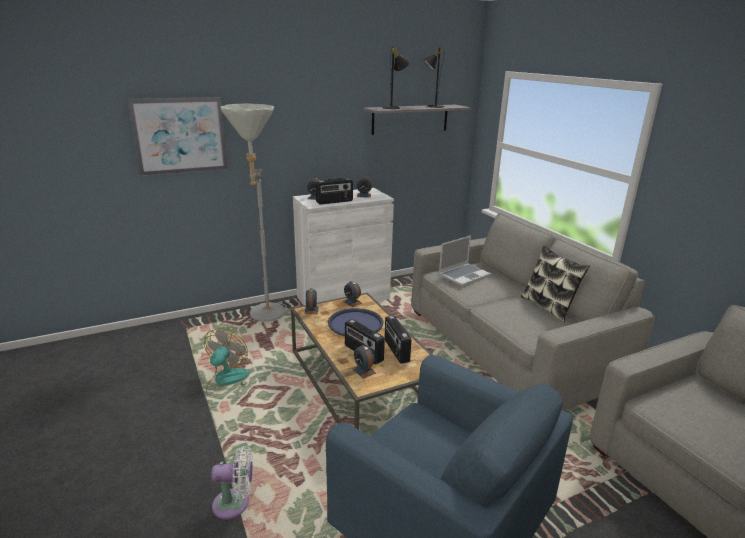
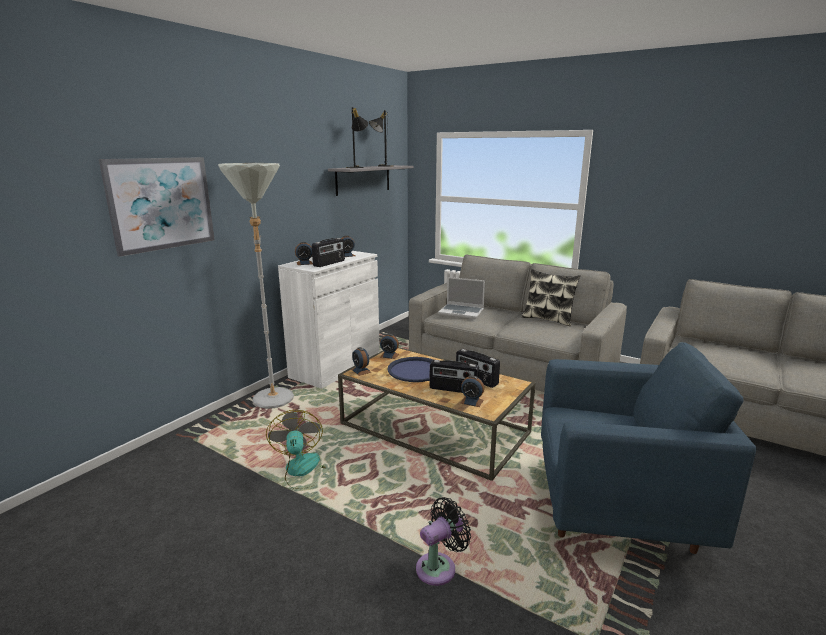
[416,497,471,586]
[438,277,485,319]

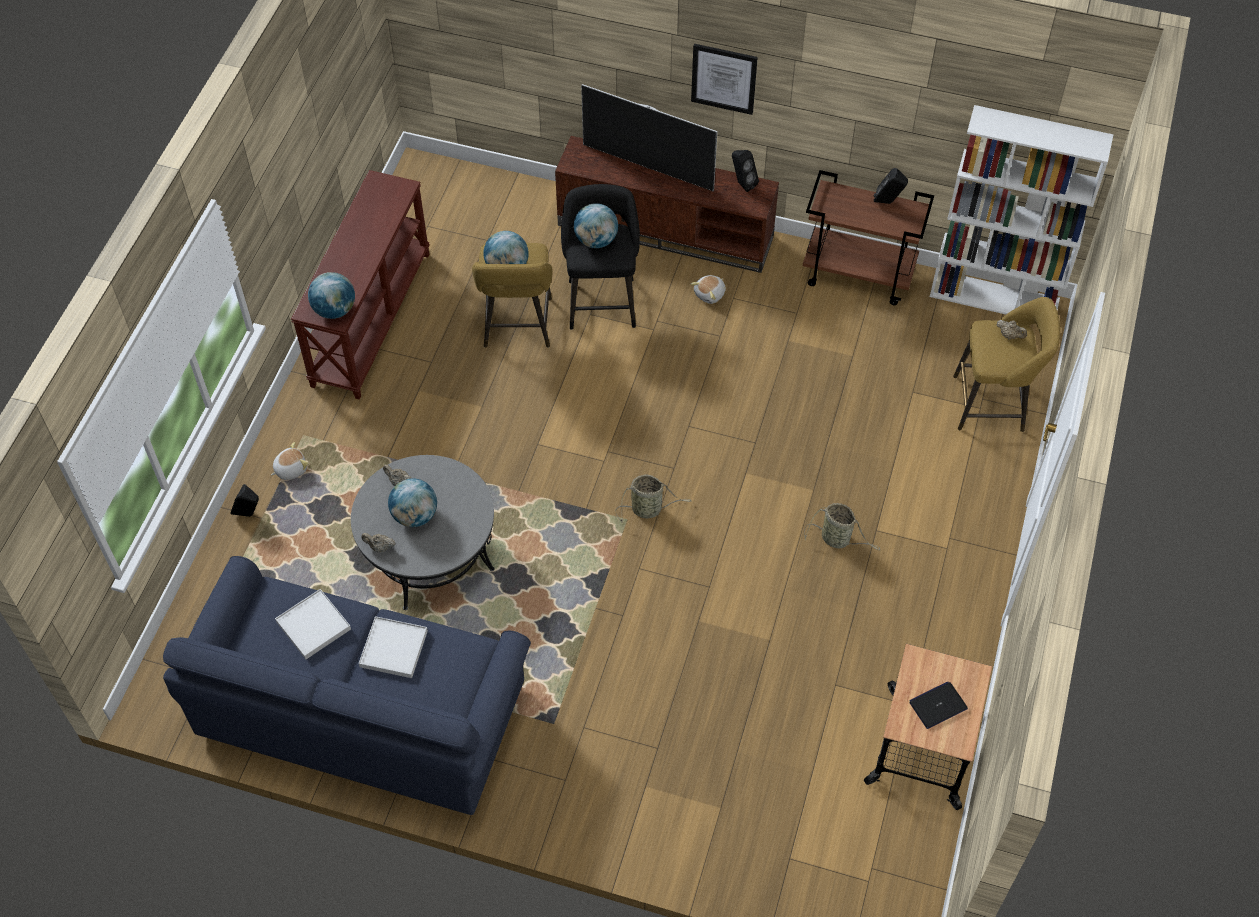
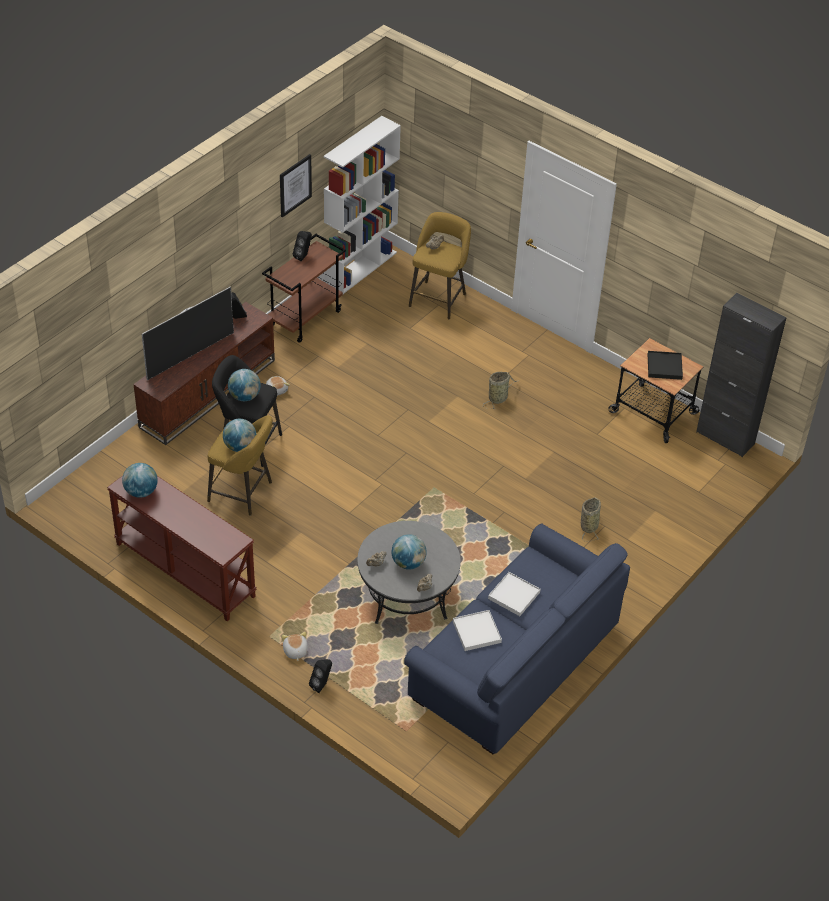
[122,463,158,498]
[280,154,312,218]
[581,497,601,541]
[648,351,683,380]
[696,293,786,457]

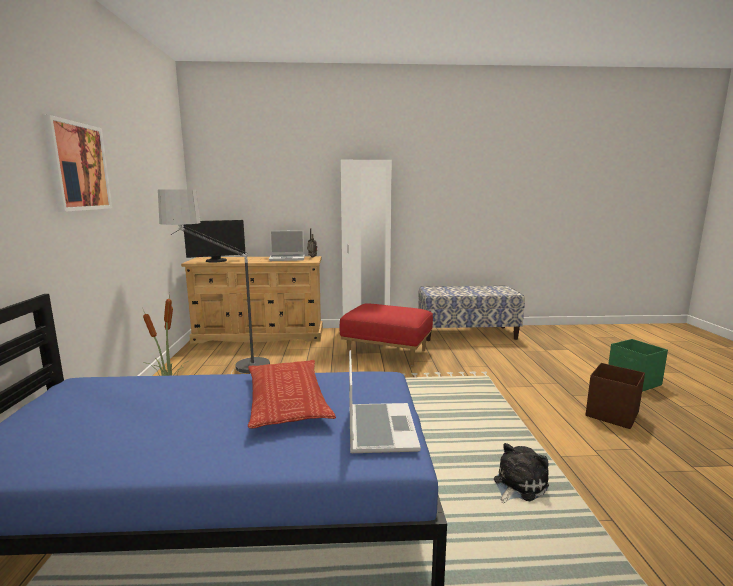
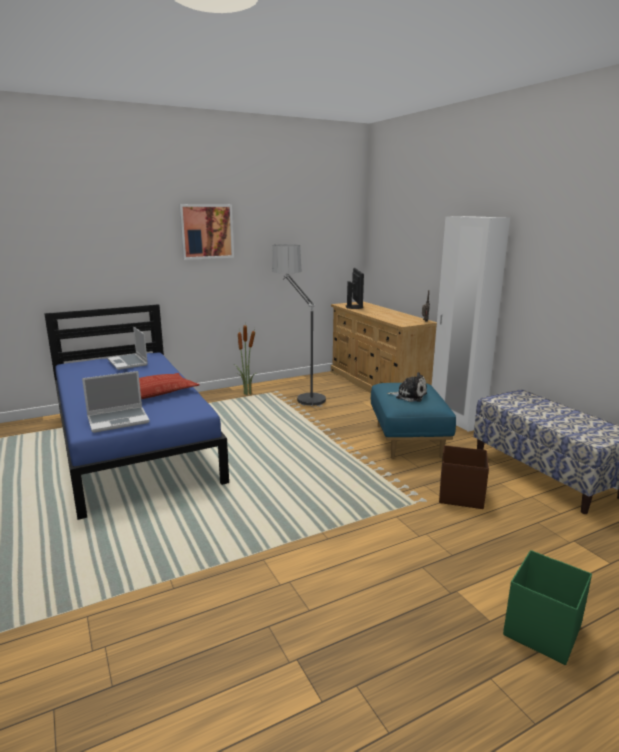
[107,326,148,370]
[346,268,364,309]
[371,383,456,459]
[386,372,427,402]
[439,445,489,509]

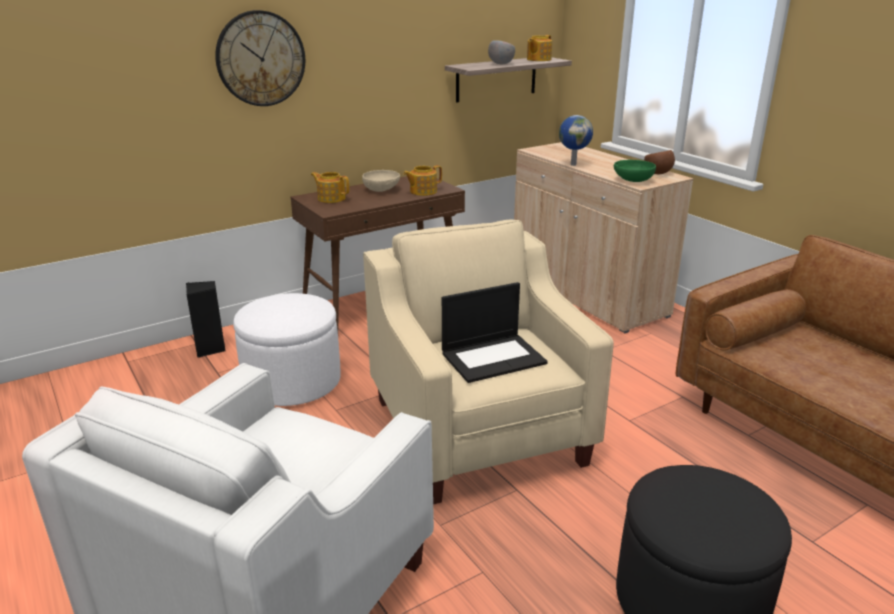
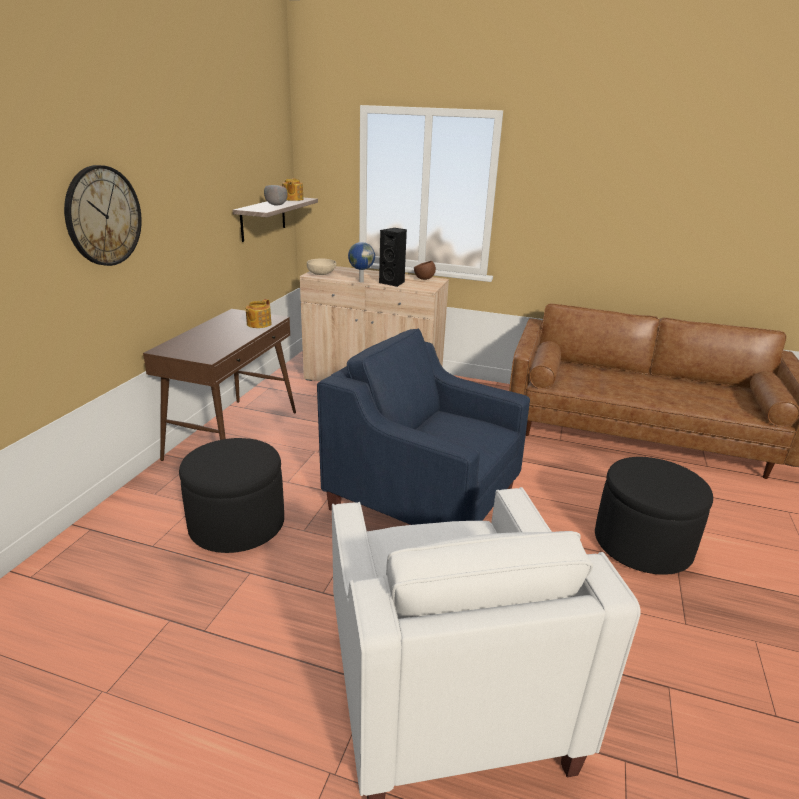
[179,438,284,553]
[307,259,337,275]
[317,328,530,525]
[379,228,407,287]
[311,172,349,203] (first image)
[442,282,548,383] (first image)
[614,160,656,182] (first image)

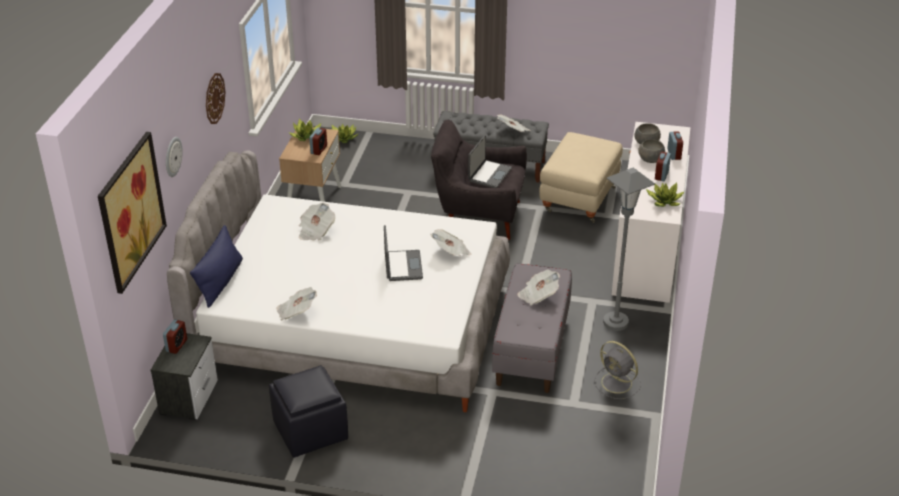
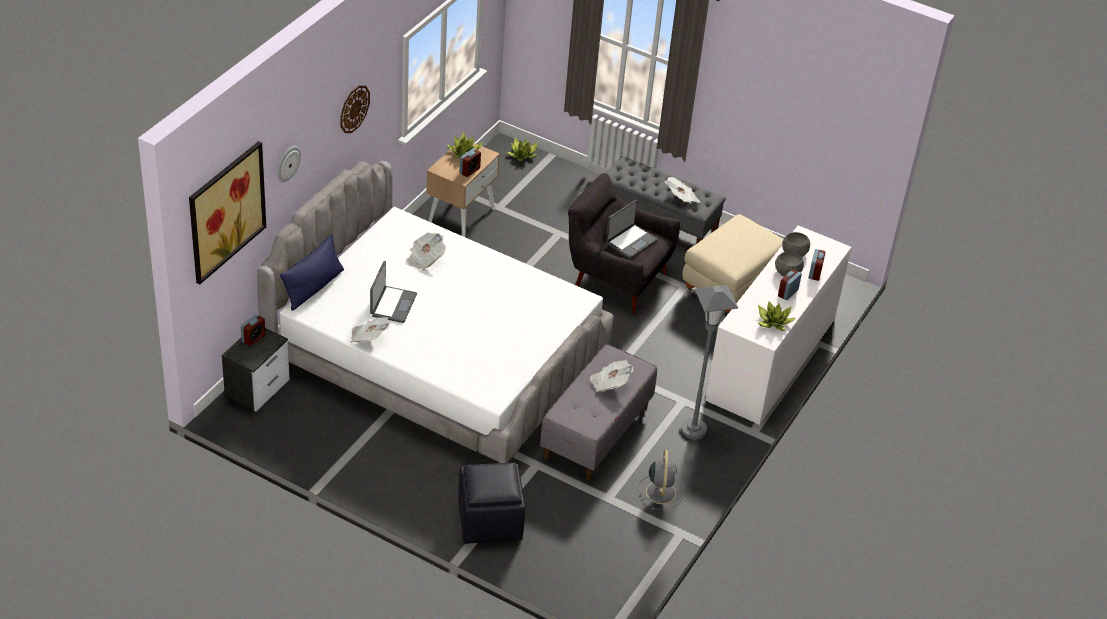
[370,261,417,323]
[458,462,525,544]
[638,450,683,510]
[430,229,471,256] (first image)

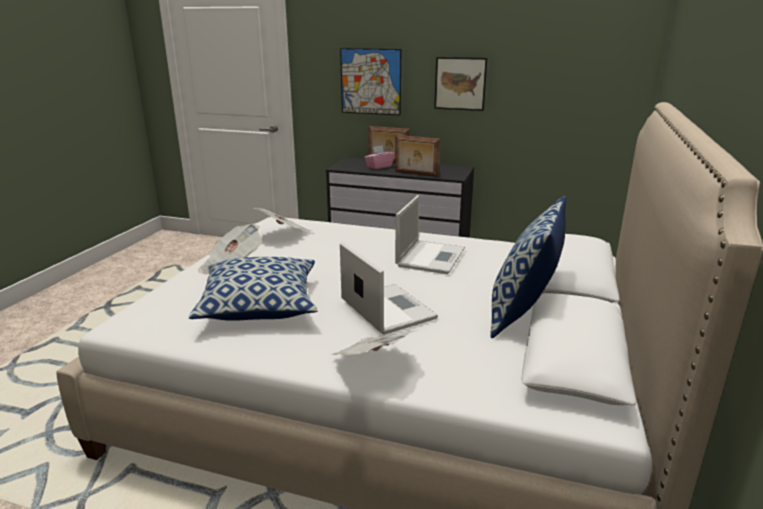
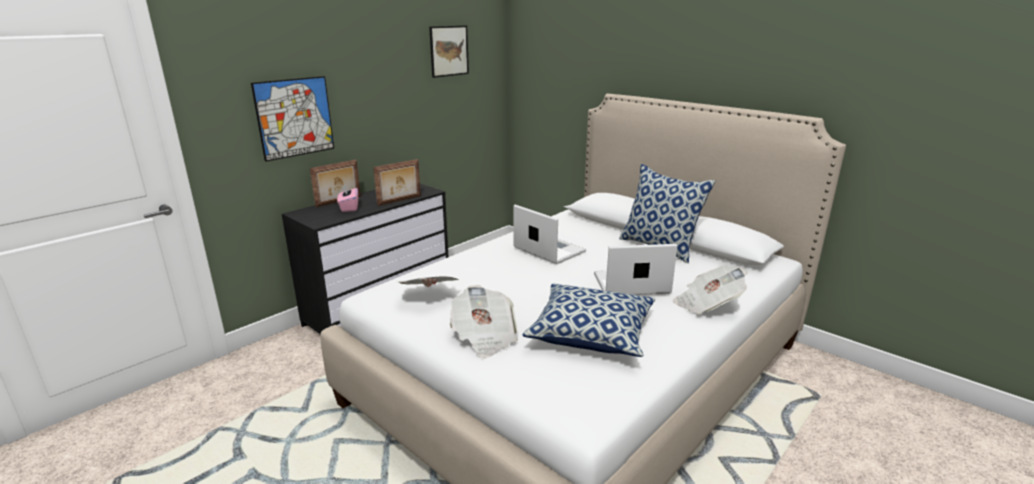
[429,25,469,78]

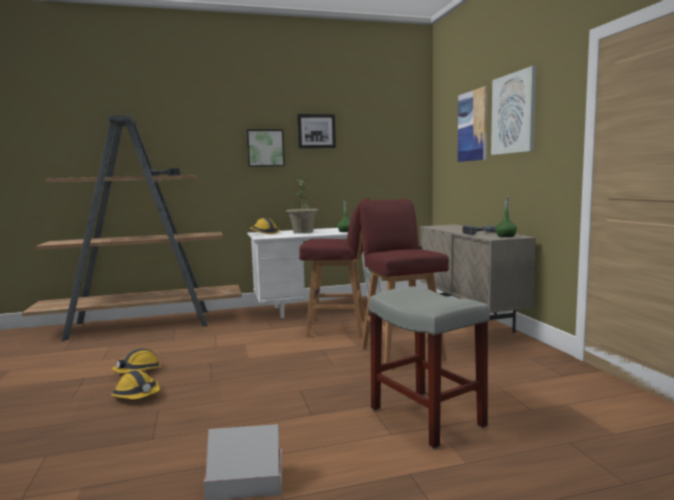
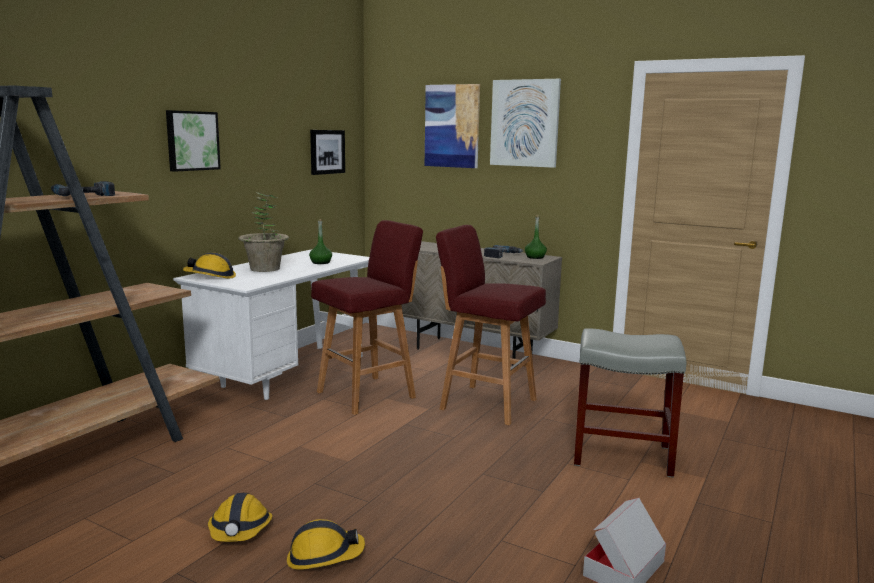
[310,130,345,175]

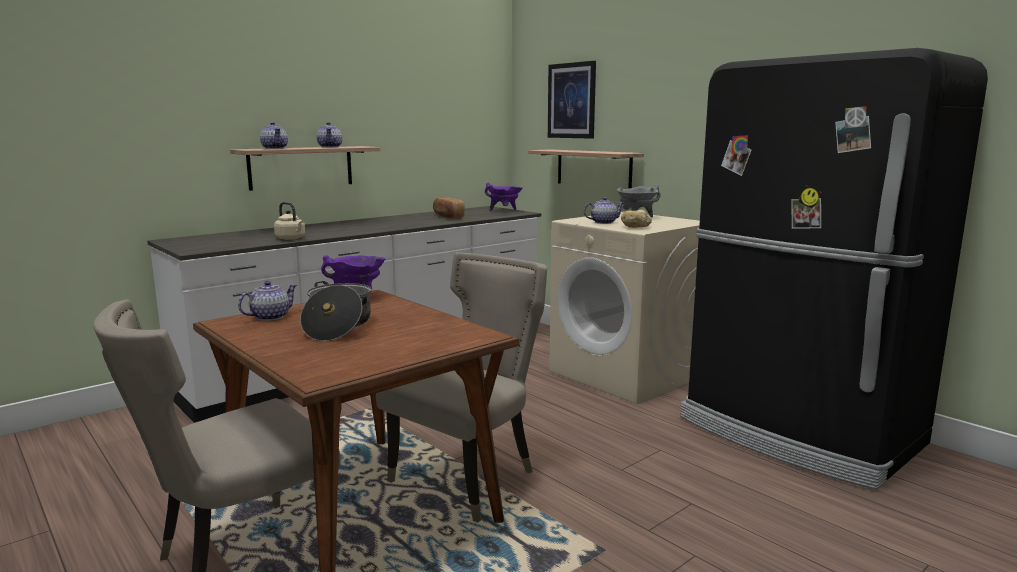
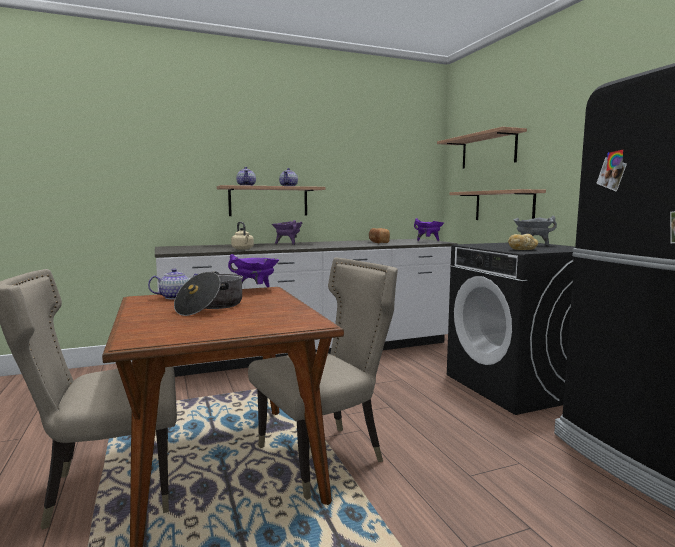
[272,220,303,245]
[437,127,527,169]
[447,243,575,415]
[584,197,624,224] (first image)

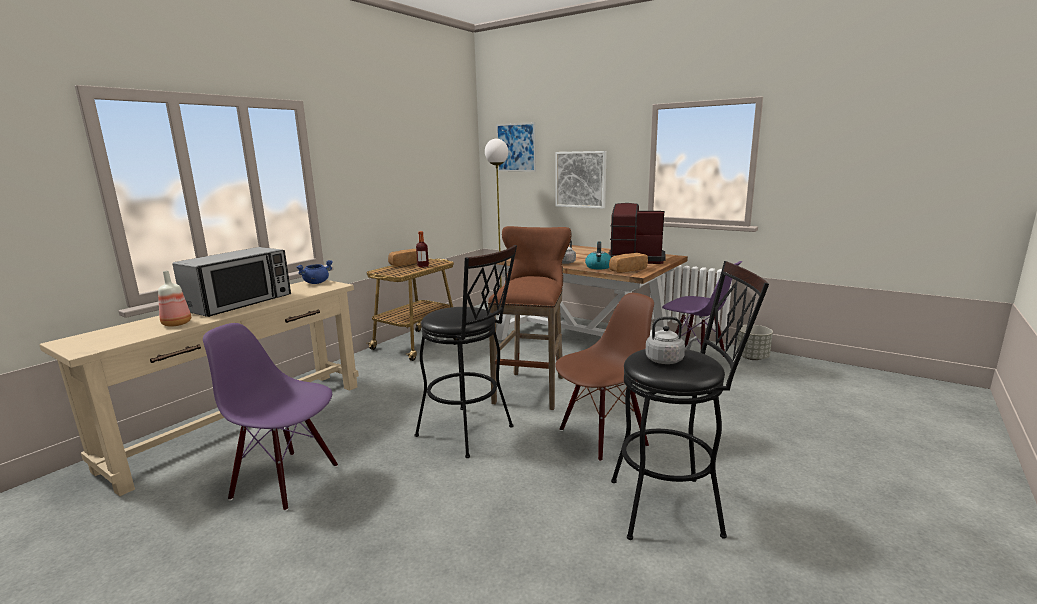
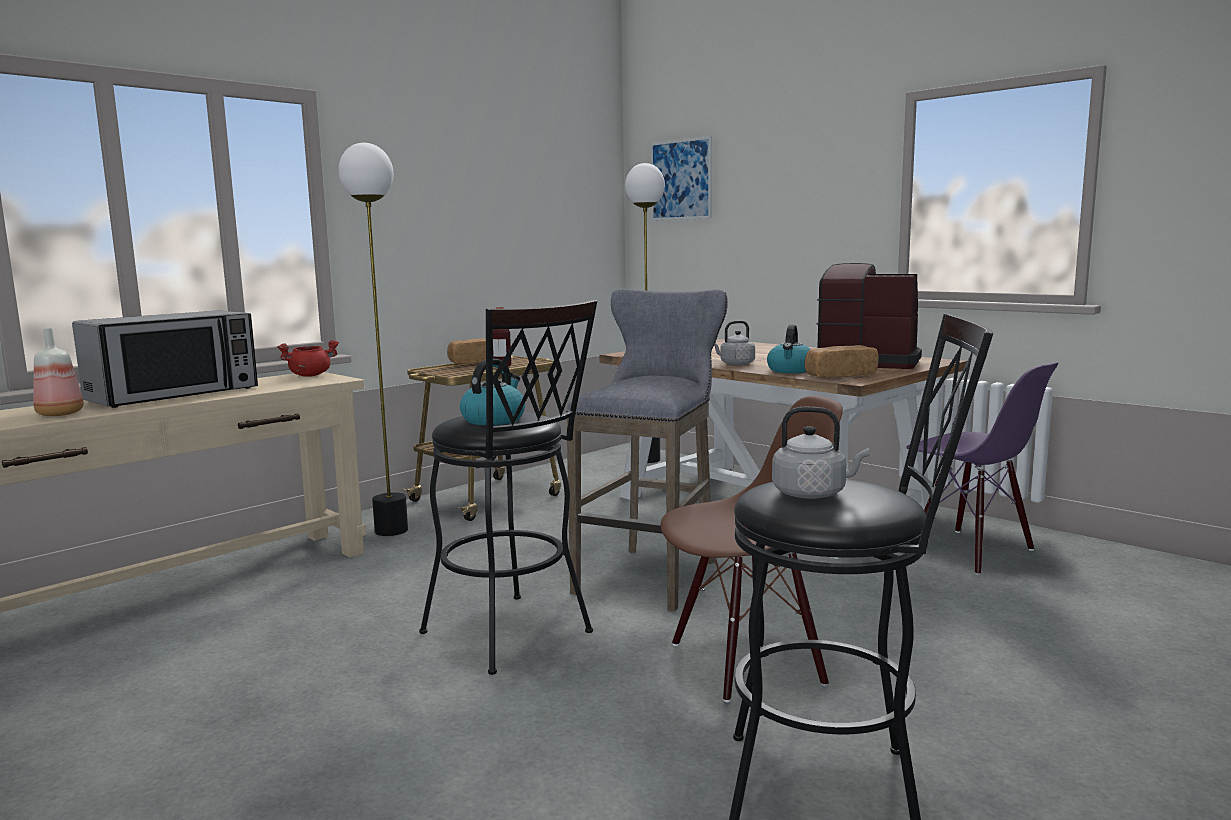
[277,340,339,377]
[338,143,408,536]
[460,359,525,425]
[566,289,728,611]
[203,323,338,511] (first image)
[555,151,607,209] (first image)
[736,325,773,360] (first image)

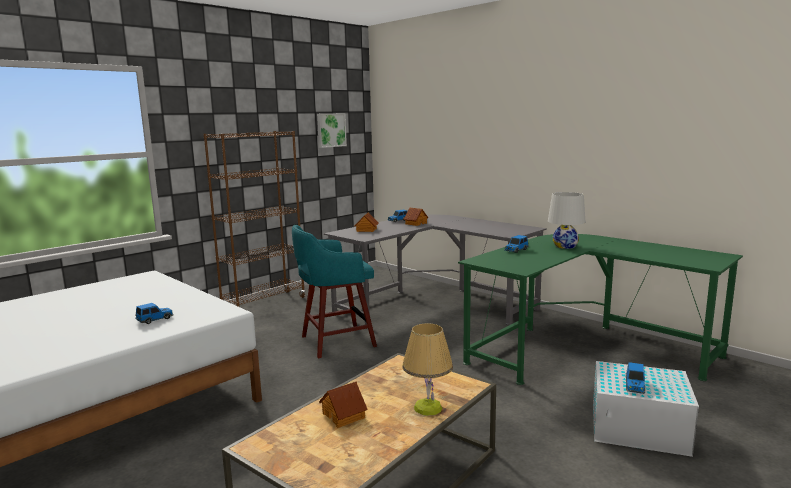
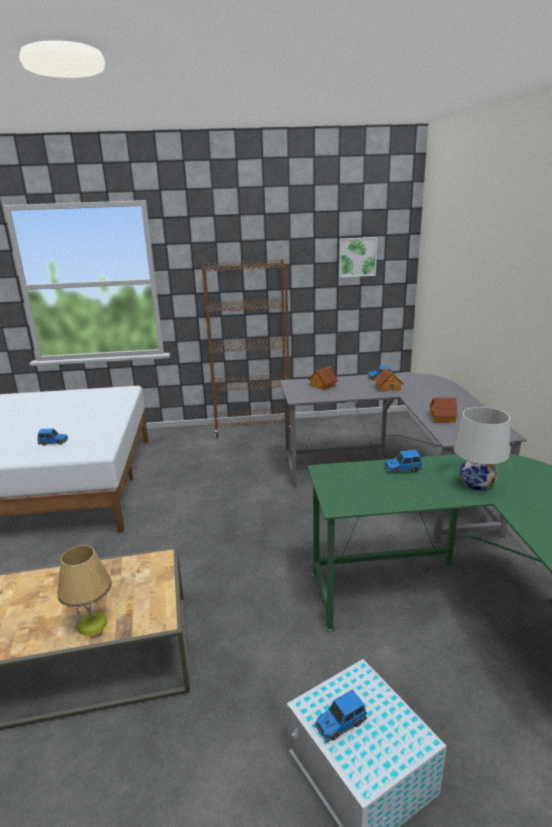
[430,398,458,423]
[292,225,377,358] (first image)

